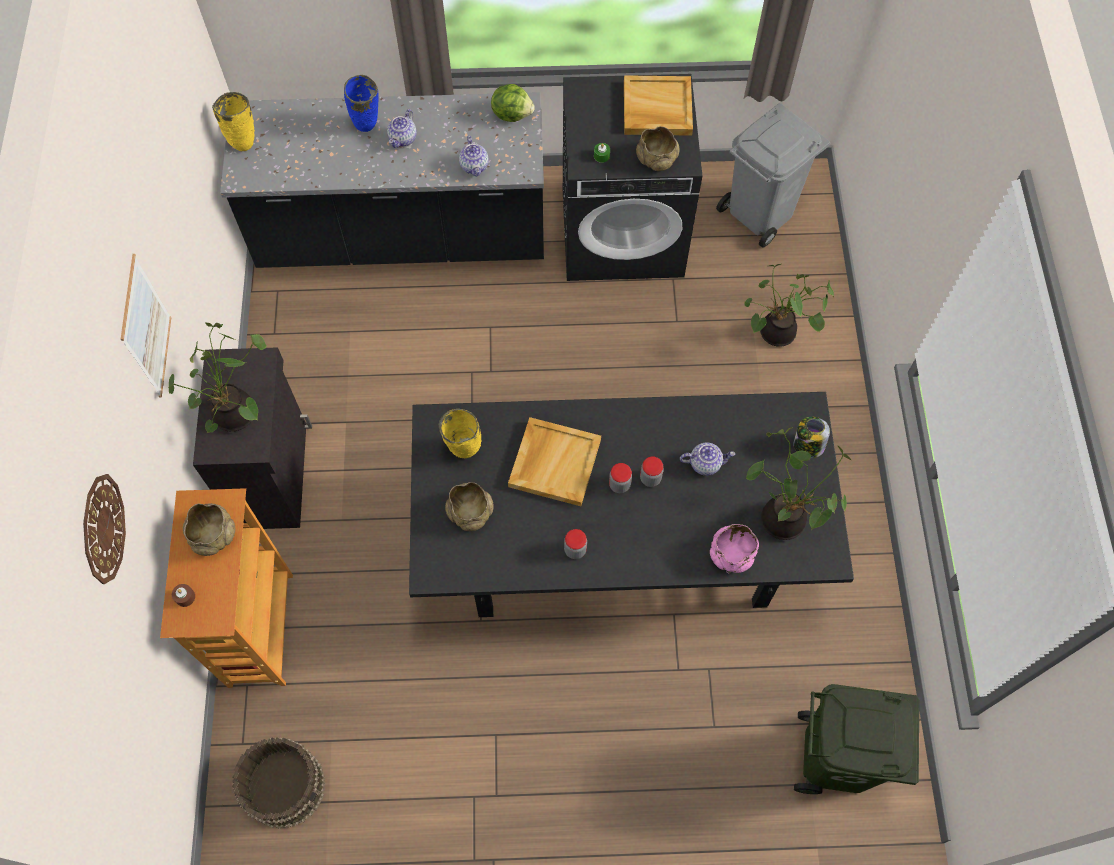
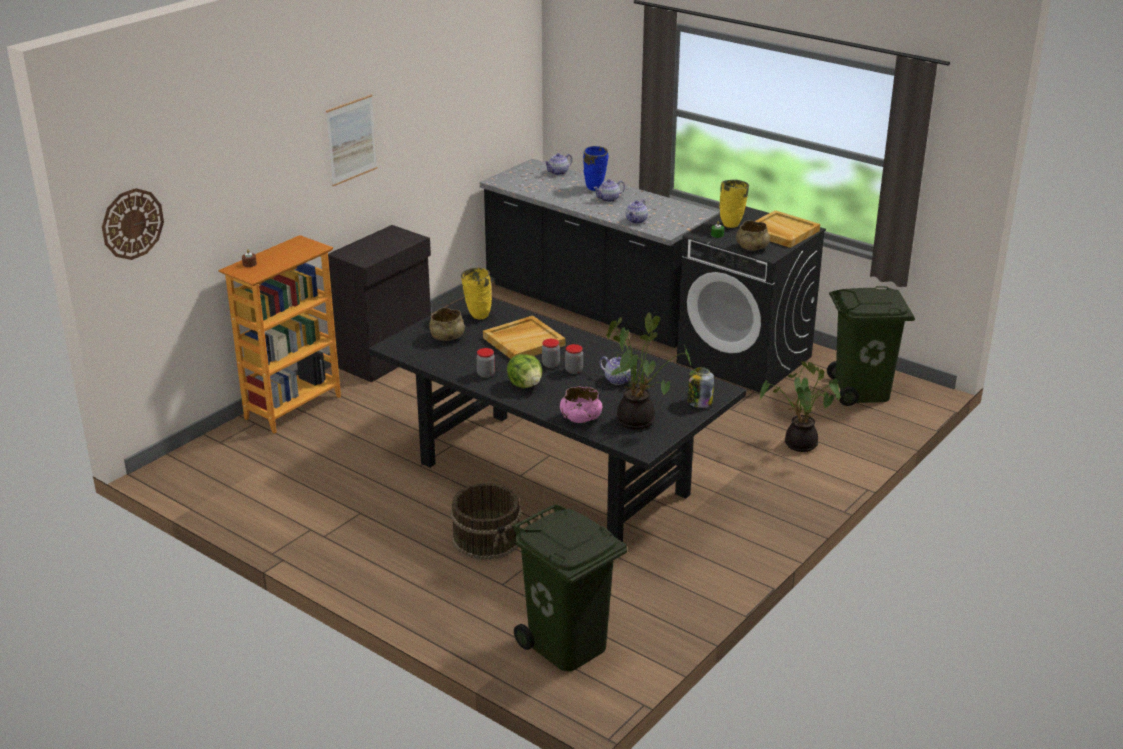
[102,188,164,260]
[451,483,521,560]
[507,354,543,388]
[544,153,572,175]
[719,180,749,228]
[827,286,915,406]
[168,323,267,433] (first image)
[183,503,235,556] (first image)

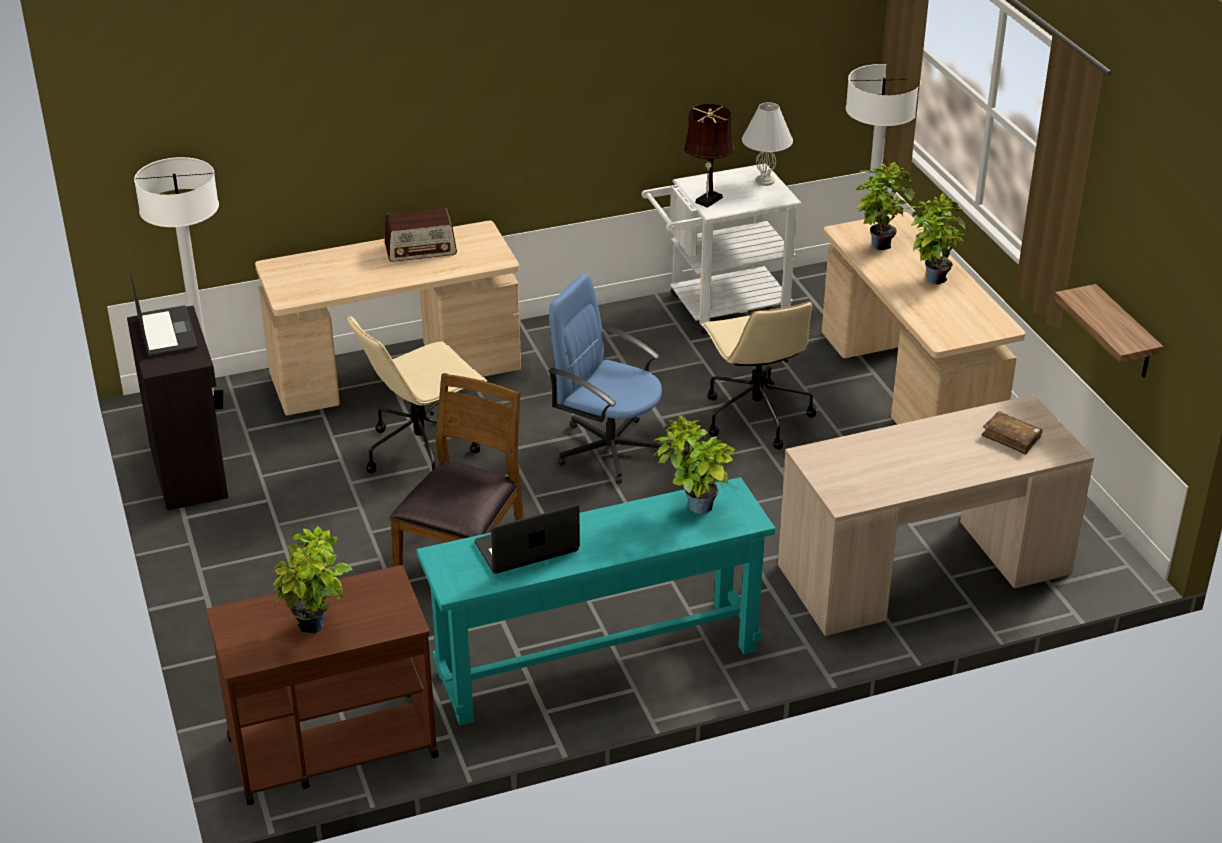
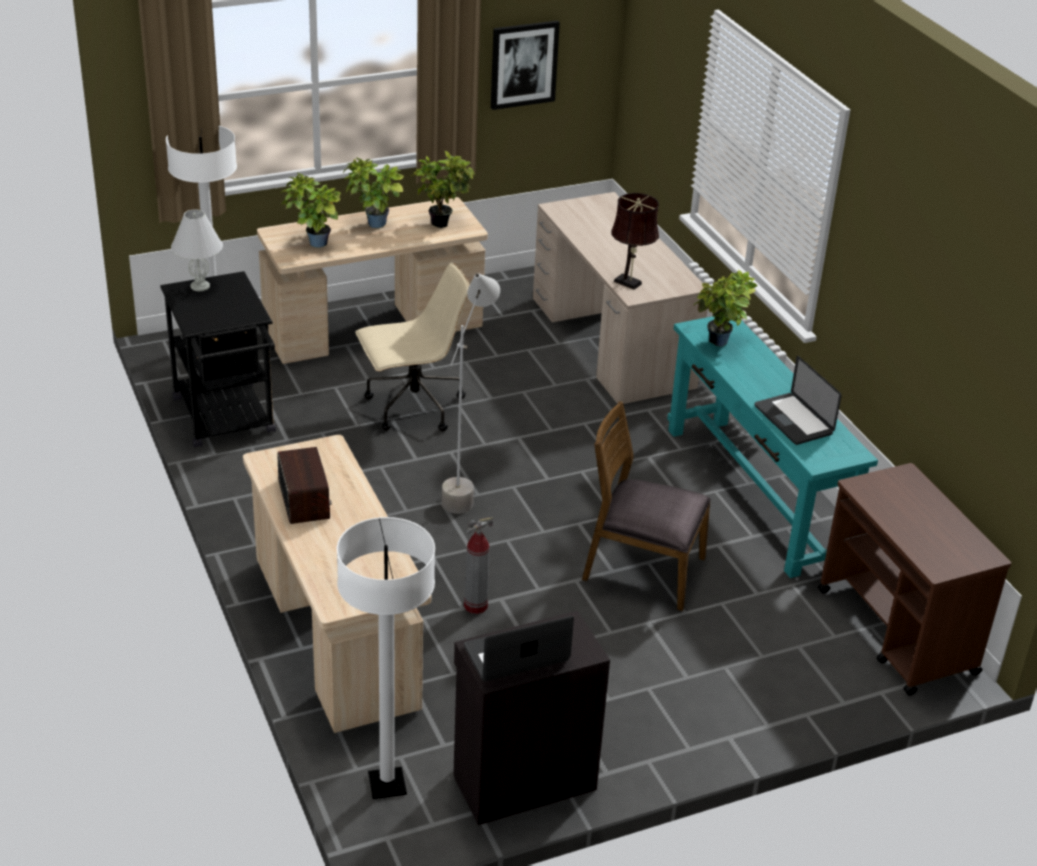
[160,271,276,448]
[410,151,475,228]
[442,273,500,514]
[464,517,493,614]
[491,20,560,110]
[611,193,659,290]
[982,411,1042,455] (first image)
[1054,284,1163,378] (first image)

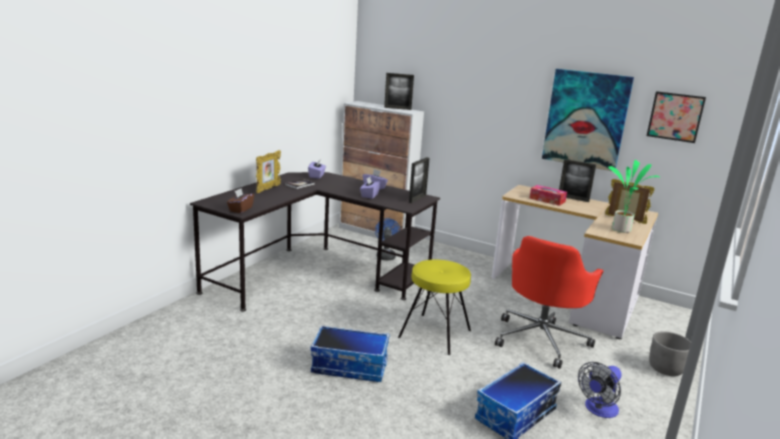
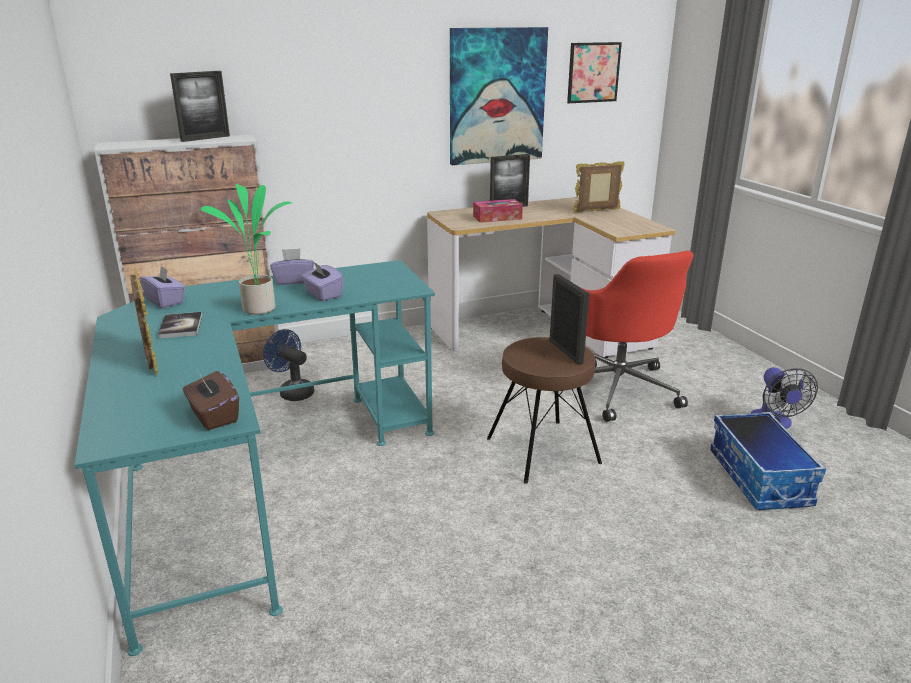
[74,260,435,656]
[201,184,292,315]
[487,337,602,484]
[550,274,590,365]
[311,325,390,382] (first image)
[649,331,691,376] (first image)

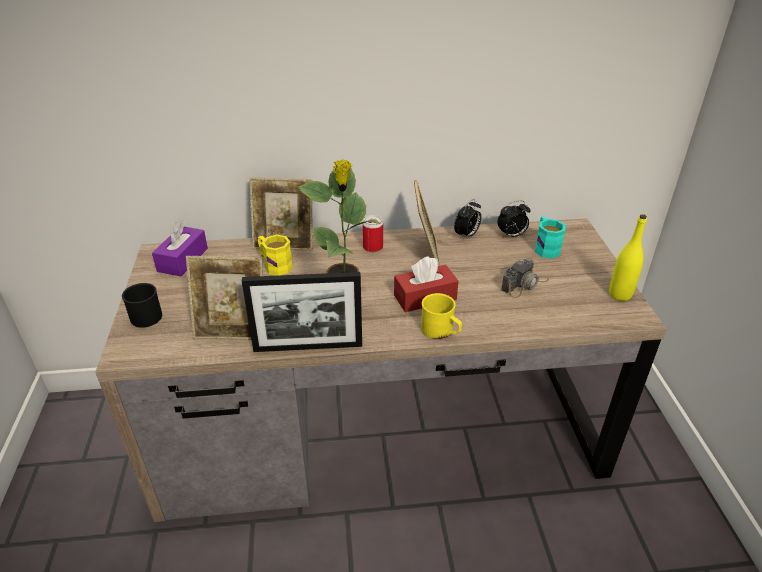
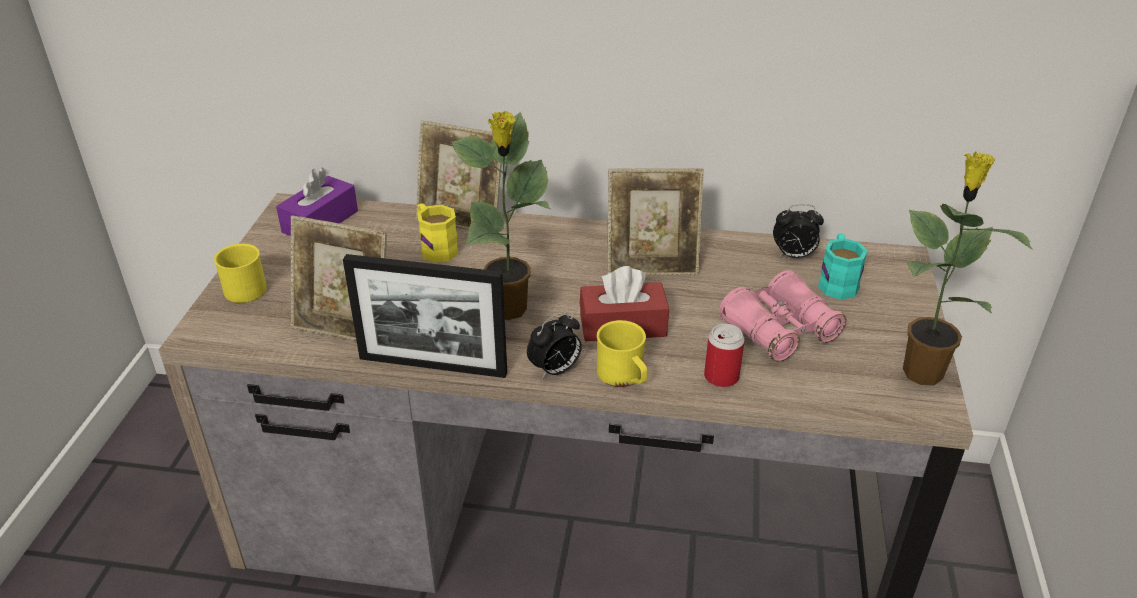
[214,244,267,303]
[527,312,582,379]
[607,168,704,276]
[704,324,745,387]
[719,270,847,362]
[903,152,1033,386]

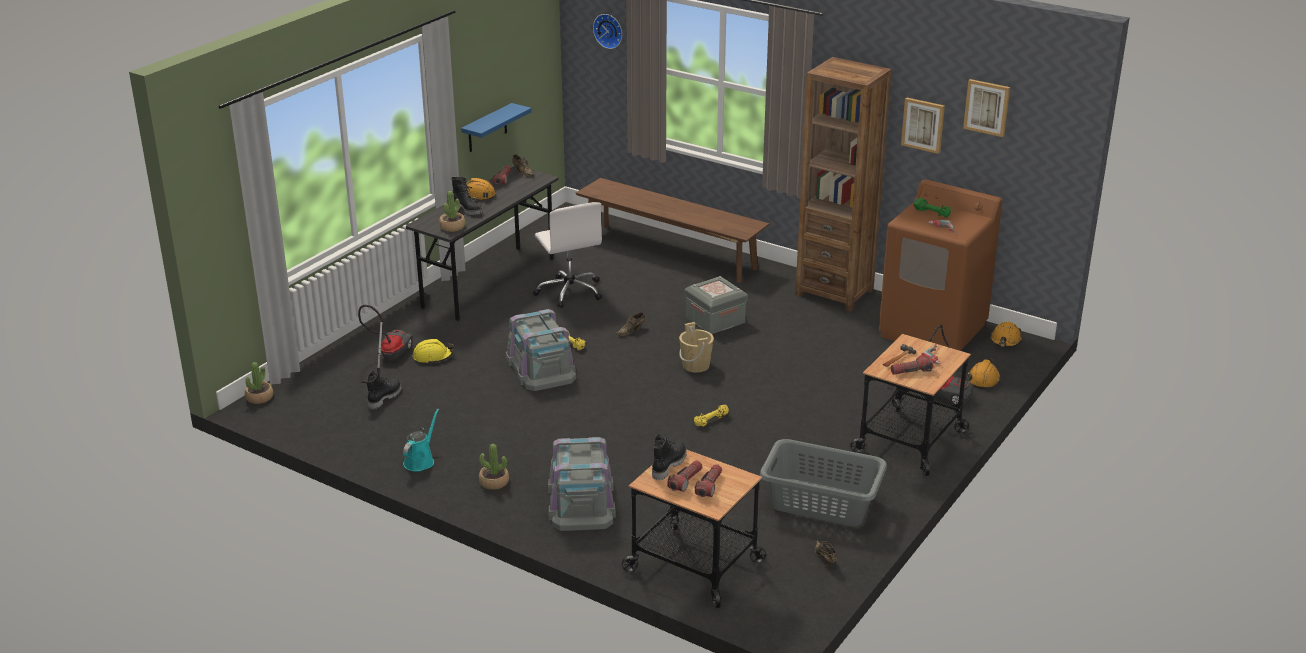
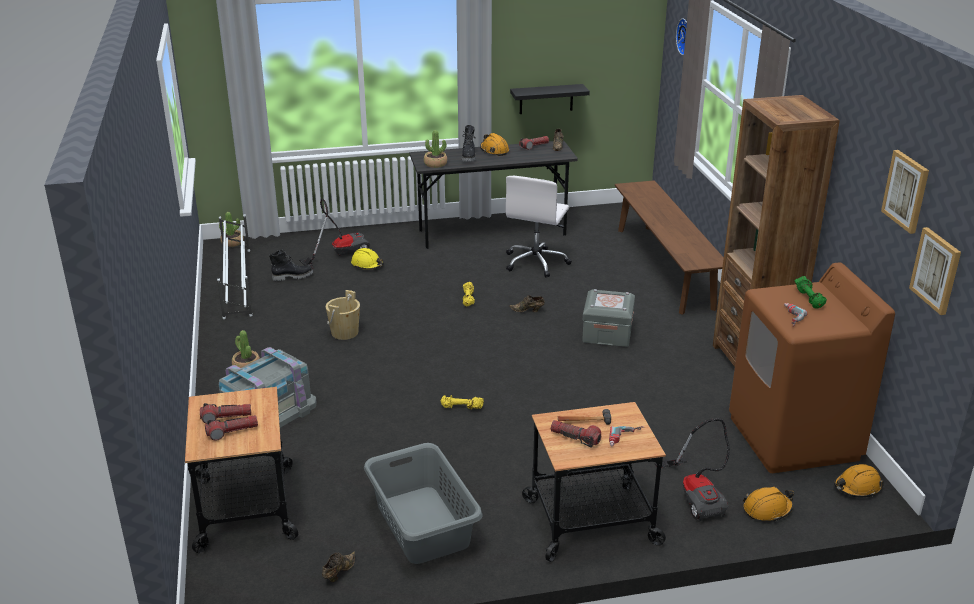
[217,214,253,319]
[326,290,360,340]
[510,84,590,114]
[909,227,961,315]
[403,409,439,472] (first image)
[506,309,576,391] (first image)
[652,433,687,480] (first image)

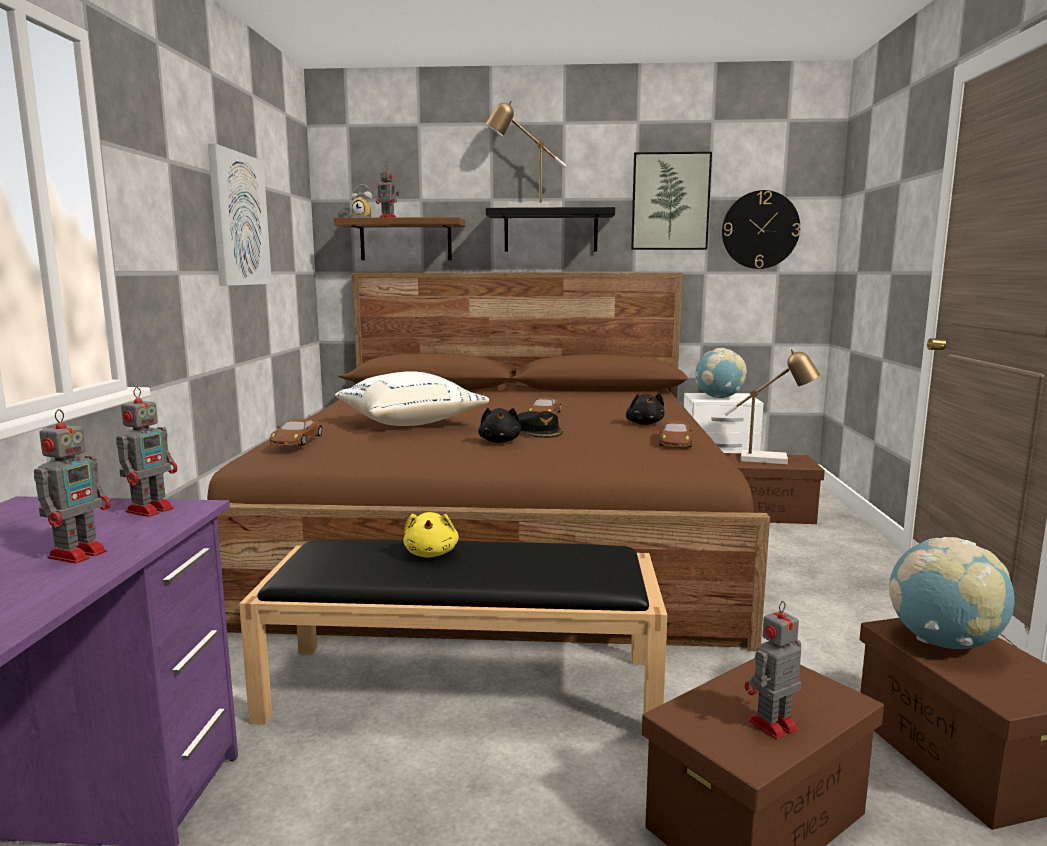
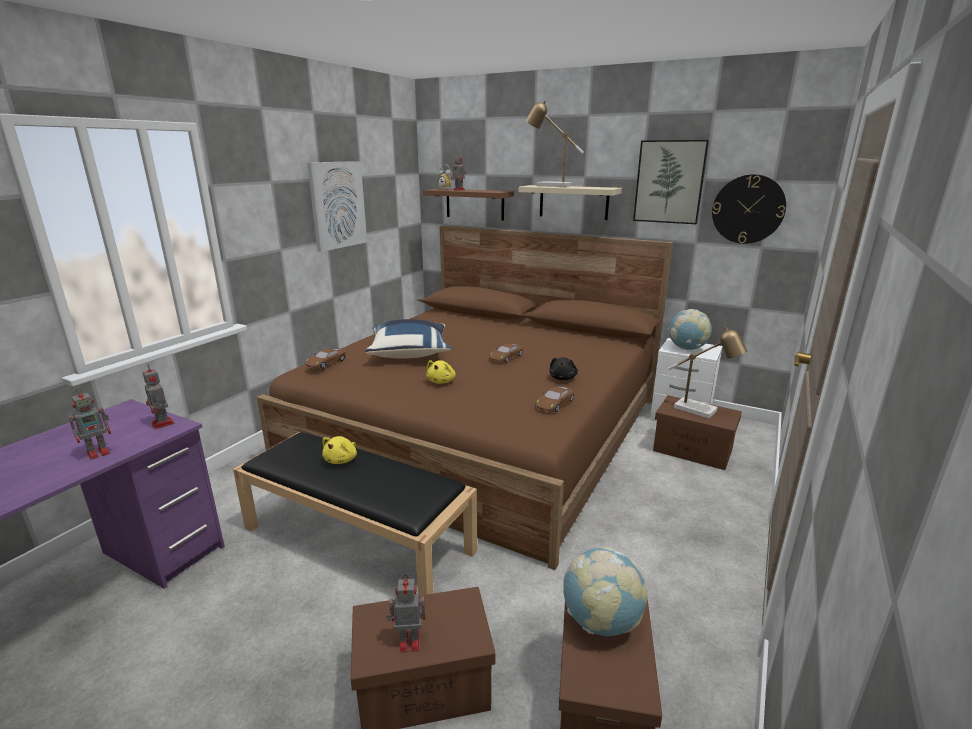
[142,365,174,429]
[365,319,451,358]
[427,360,456,384]
[519,185,622,220]
[518,411,563,438] (first image)

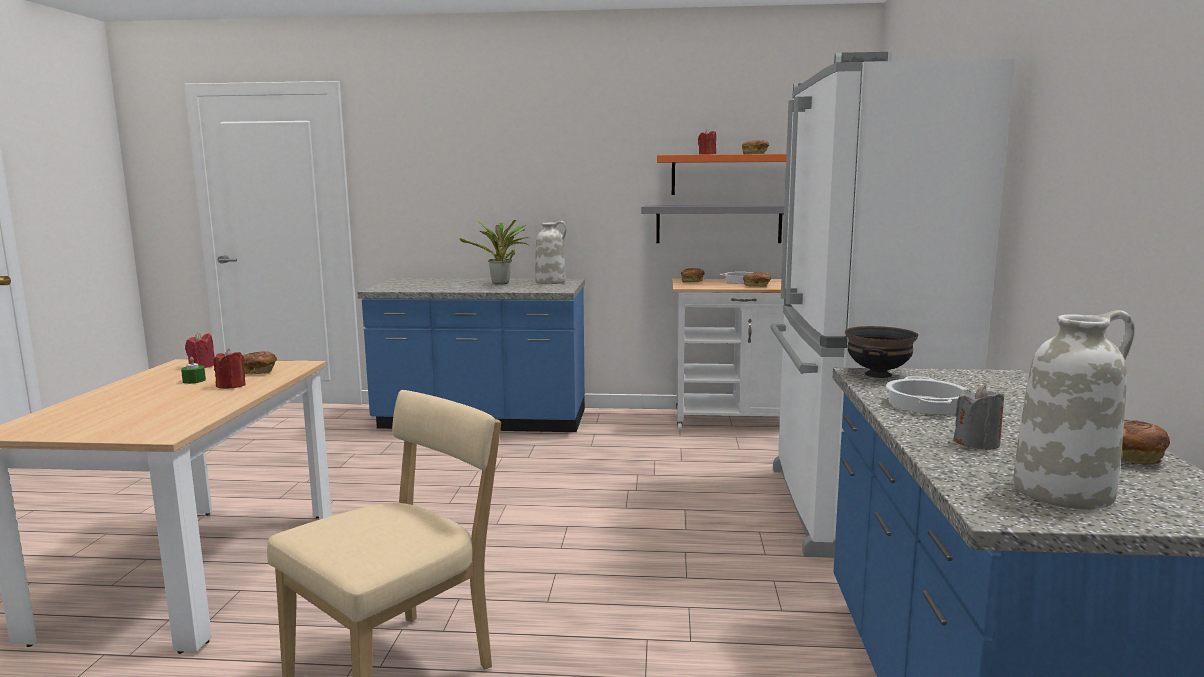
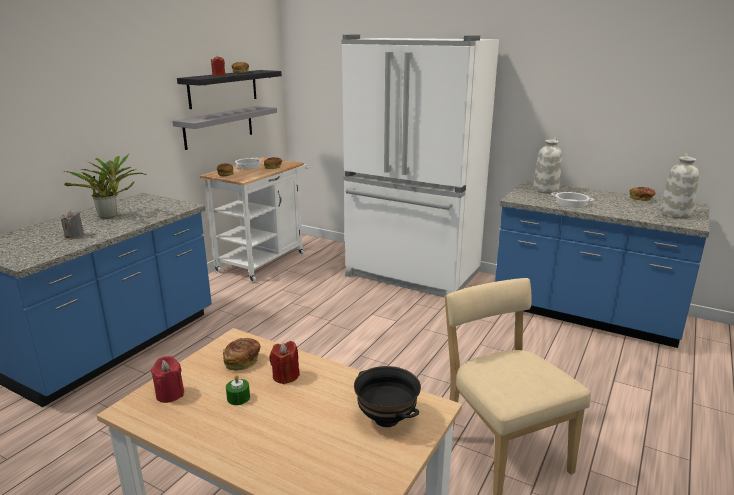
[61,211,84,238]
[177,70,282,109]
[354,366,421,427]
[533,137,562,194]

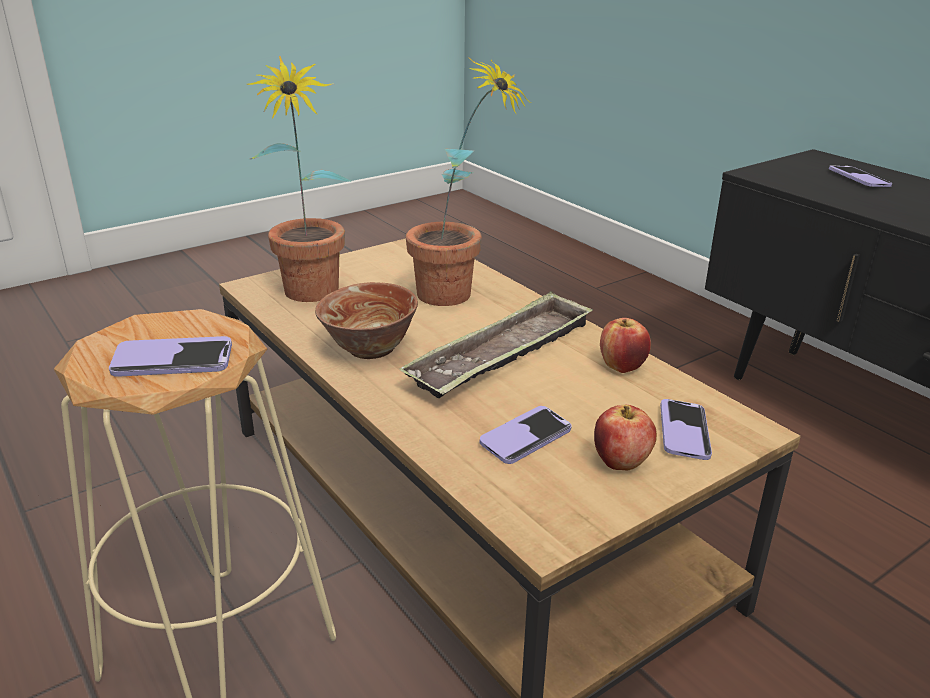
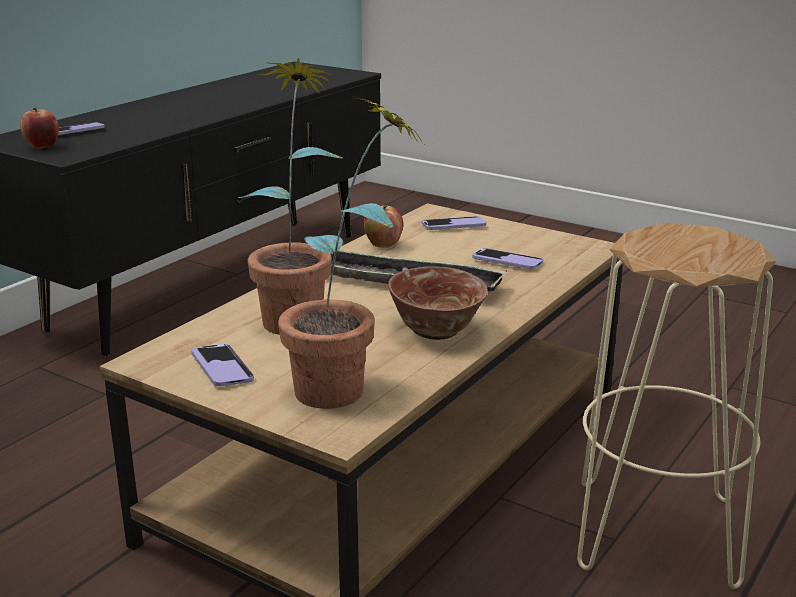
[20,107,59,149]
[192,344,254,386]

